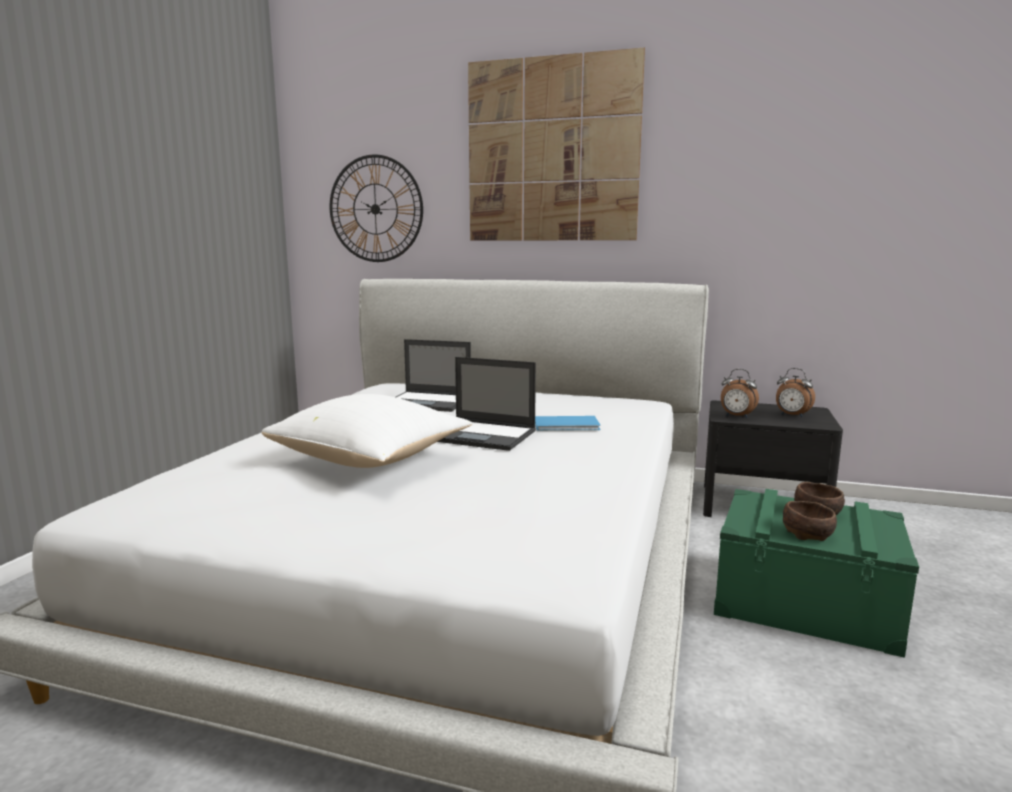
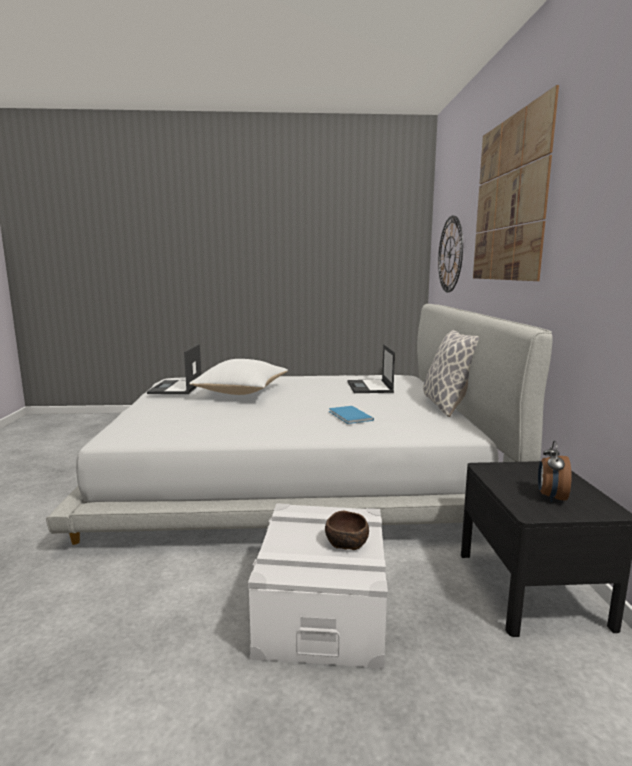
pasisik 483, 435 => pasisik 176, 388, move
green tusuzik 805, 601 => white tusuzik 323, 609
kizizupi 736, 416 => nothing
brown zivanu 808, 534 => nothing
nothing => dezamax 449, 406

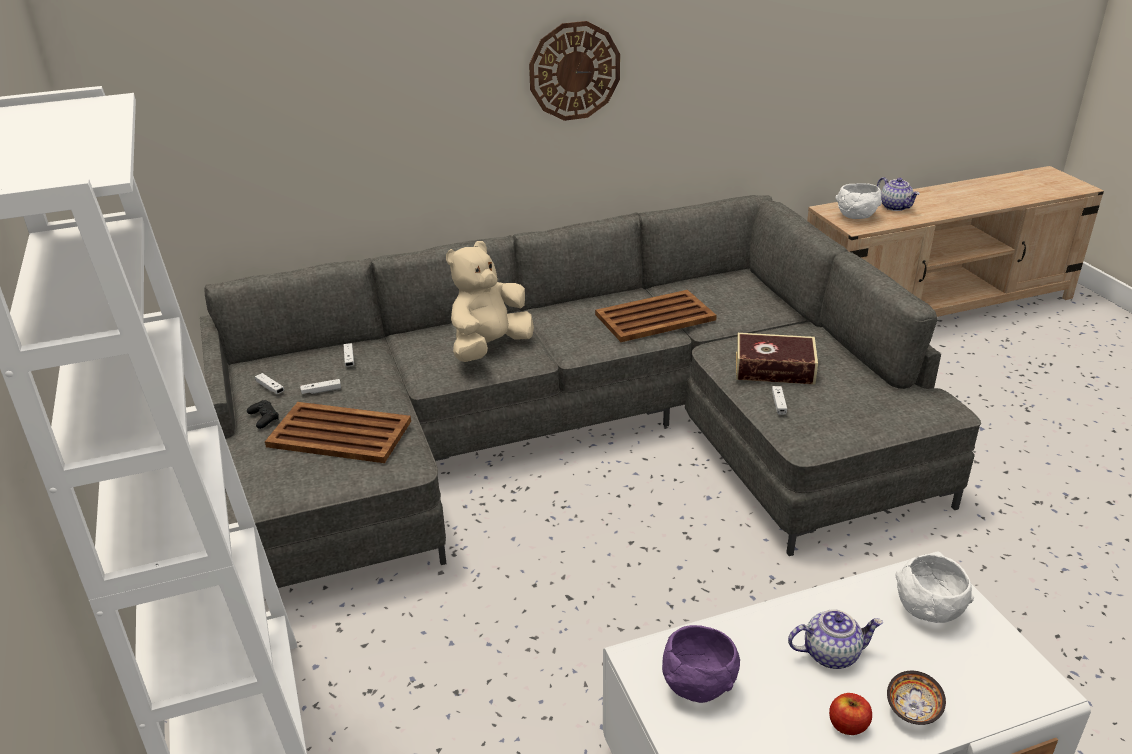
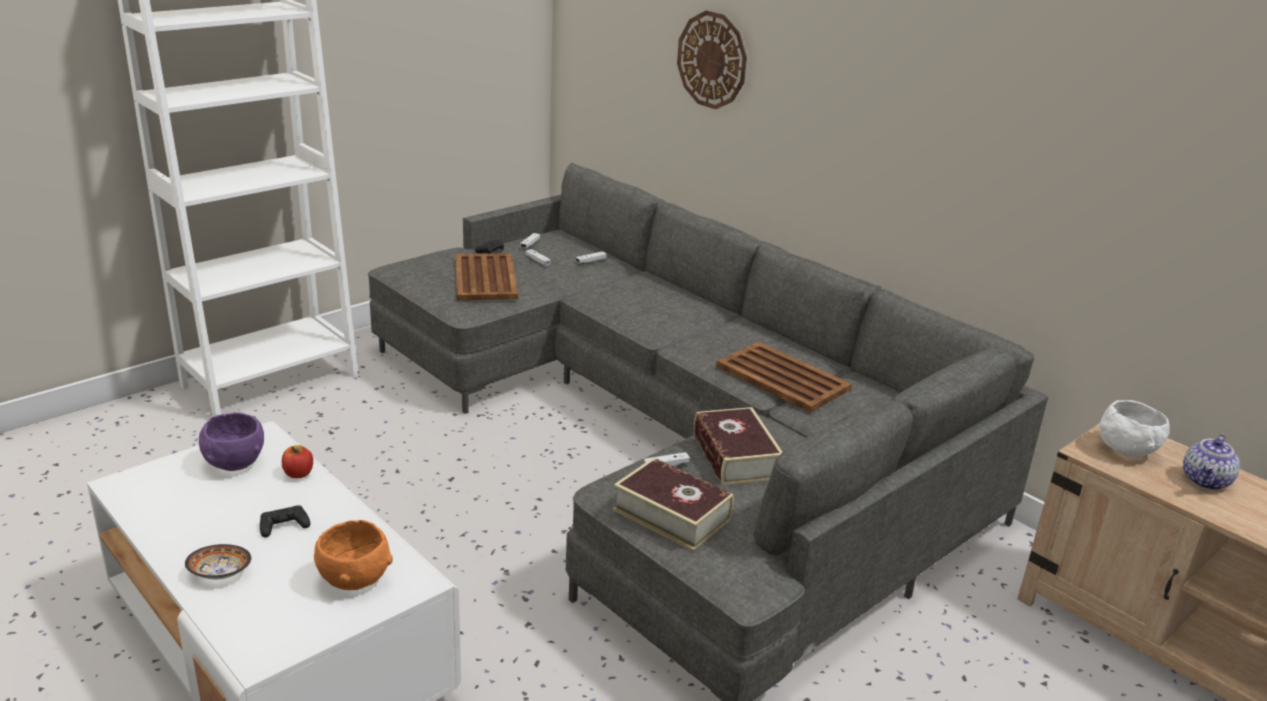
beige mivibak 489, 347 => nothing
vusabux 574, 71 => vusabux 712, 60, move
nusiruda 831, 653 => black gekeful 284, 526
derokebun 848, 725 => derokebun 298, 473, move
white zivanu 928, 611 => orange zivanu 354, 580
nothing => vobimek 672, 514

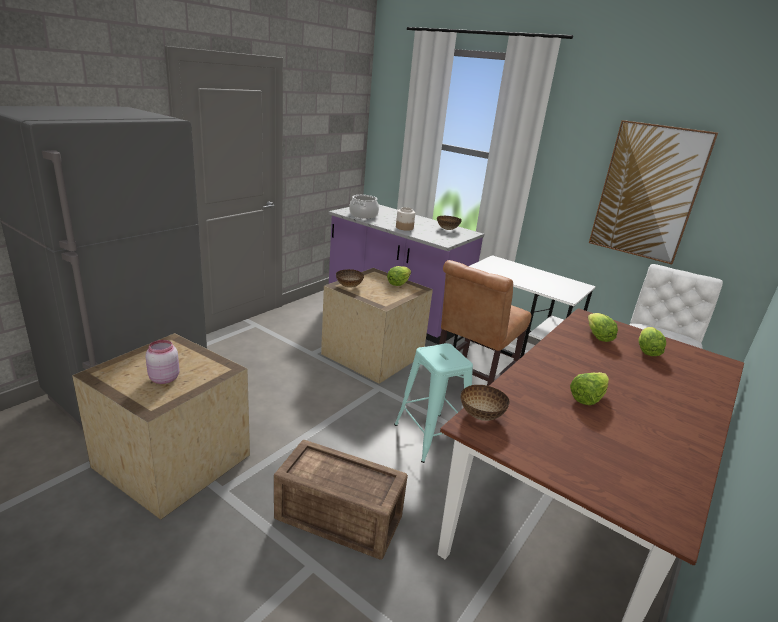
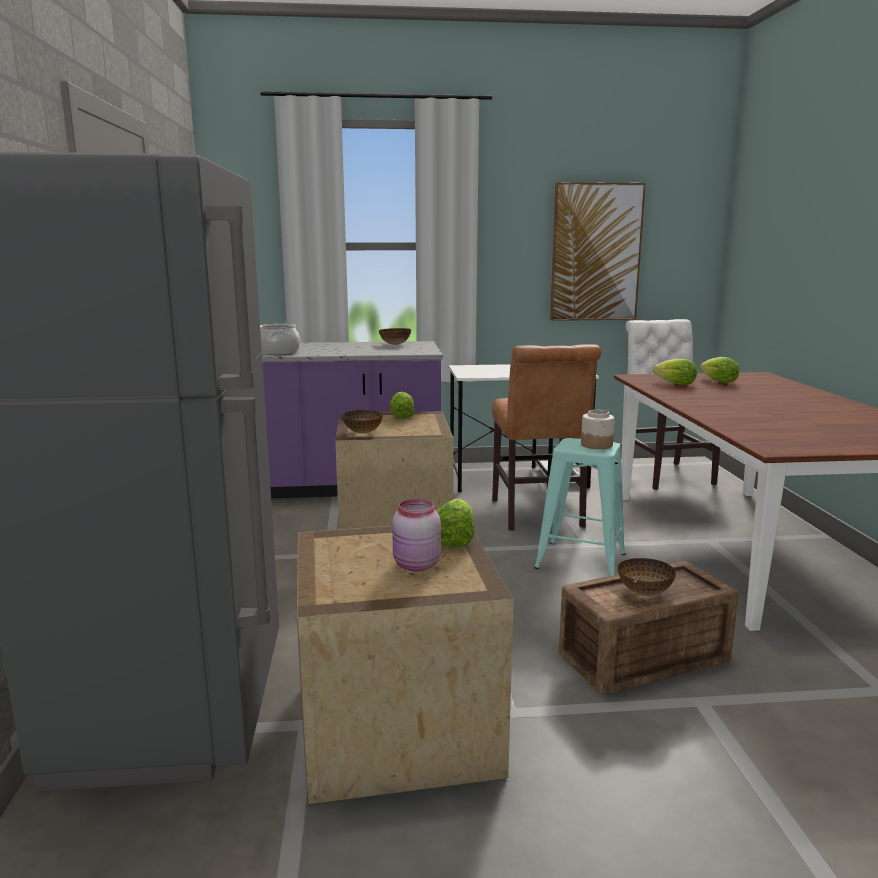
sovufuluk 404, 228 => sovufuluk 597, 445, move
zivanu 481, 415 => zivanu 644, 592, move
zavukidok 587, 398 => zavukidok 454, 539, move

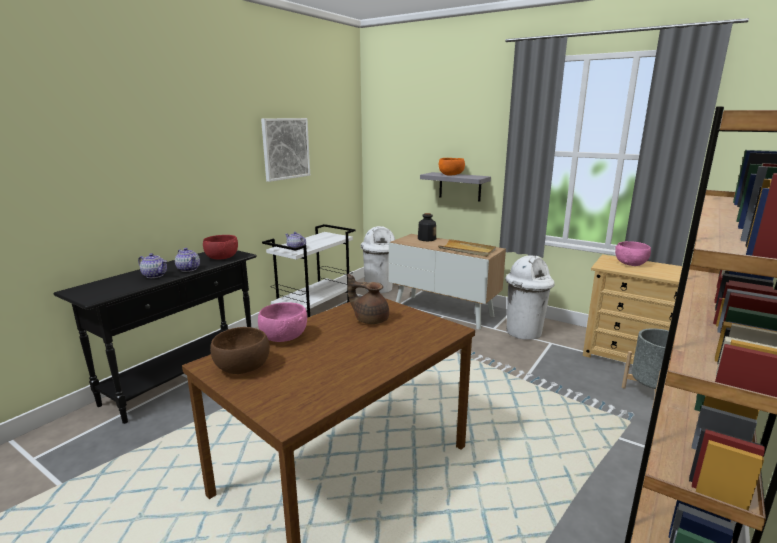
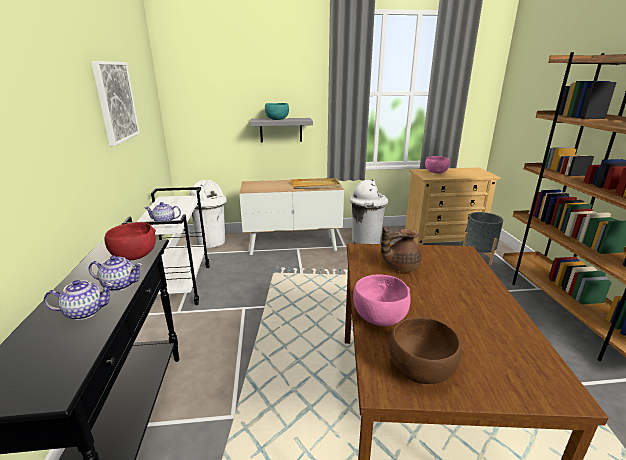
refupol 426, 239 => nothing
orange zivanu 451, 175 => turquoise zivanu 277, 119

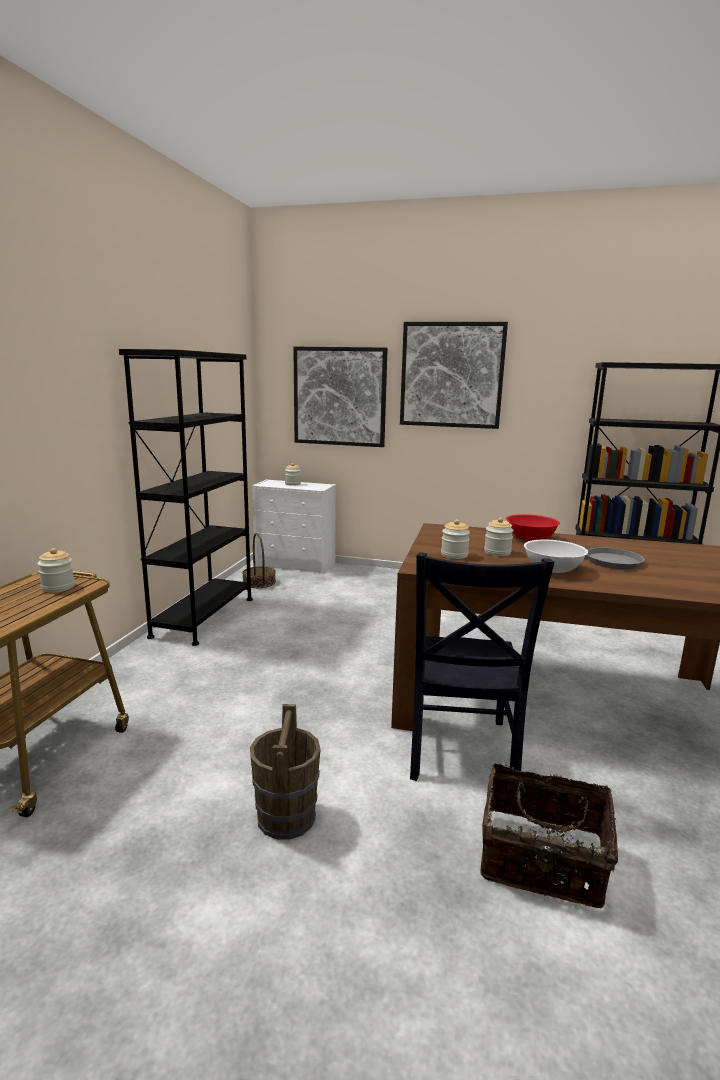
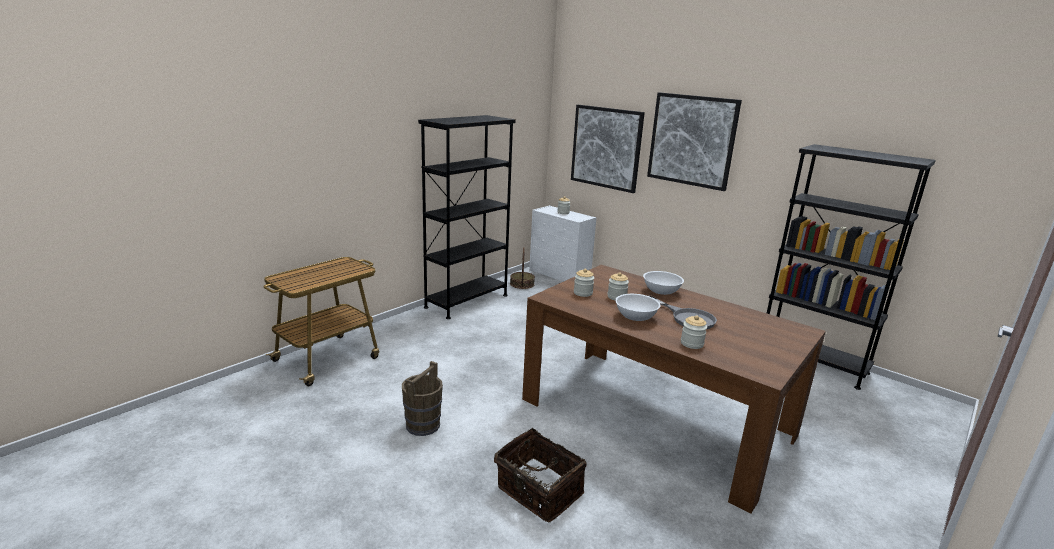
sovufuluk 58, 587 => sovufuluk 692, 344, move
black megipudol 459, 752 => nothing
red zivanu 530, 538 => white zivanu 661, 291

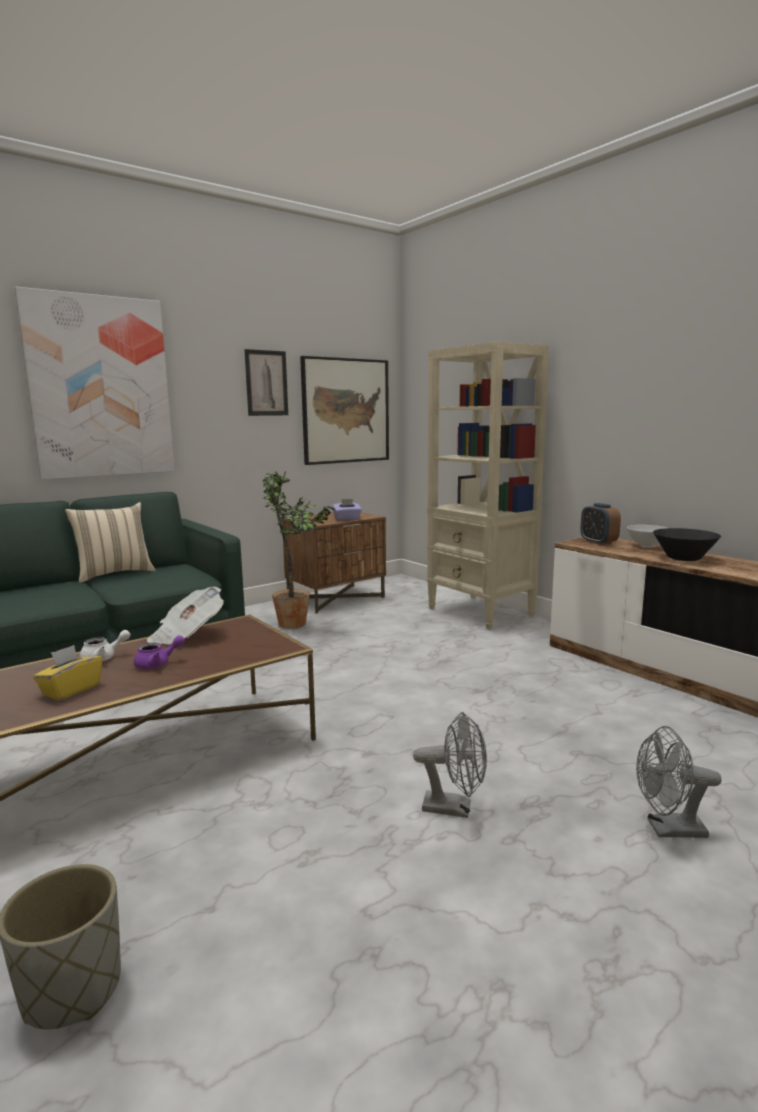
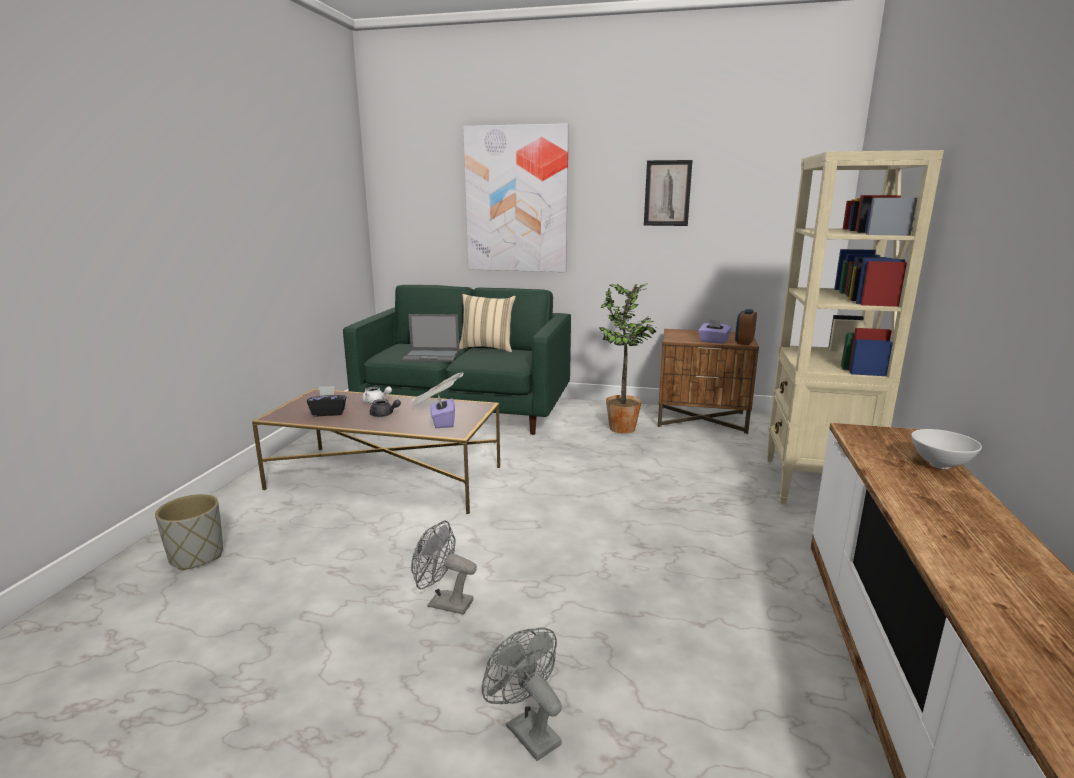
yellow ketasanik 71, 690 => black ketasanik 328, 413
purple nusiruda 157, 664 => grey nusiruda 384, 415
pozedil 346, 411 => nothing
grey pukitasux 455, 808 => grey pukitasux 443, 603, 135 degrees clockwise
kizizupi 598, 542 => kizizupi 744, 342, move
black zivanu 683, 558 => nothing
nothing => pasisik 432, 356
nothing => purple ketasanik 443, 423

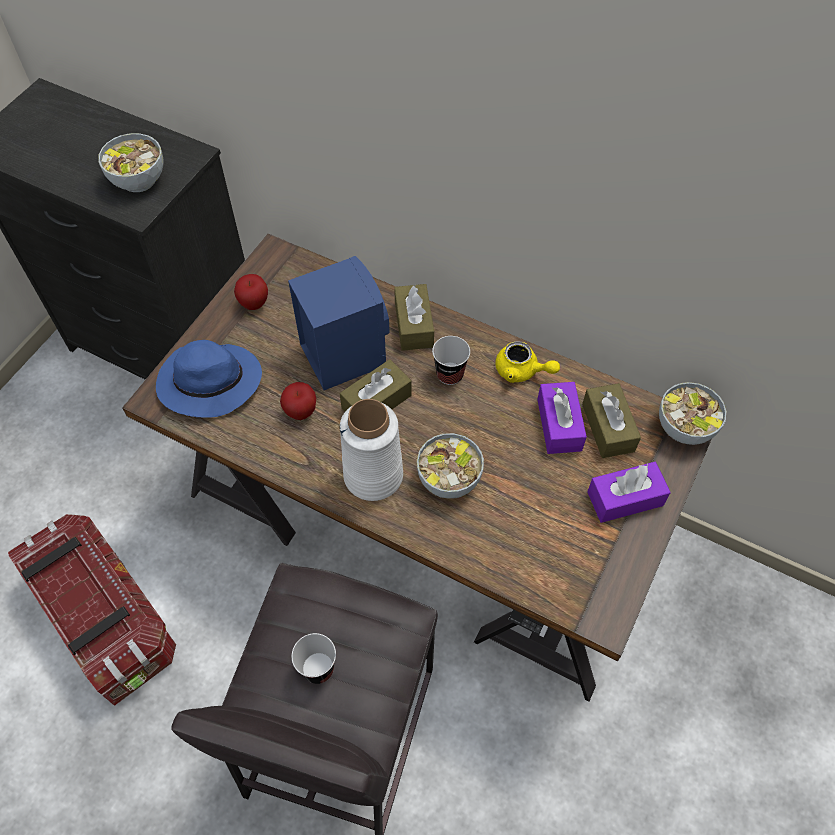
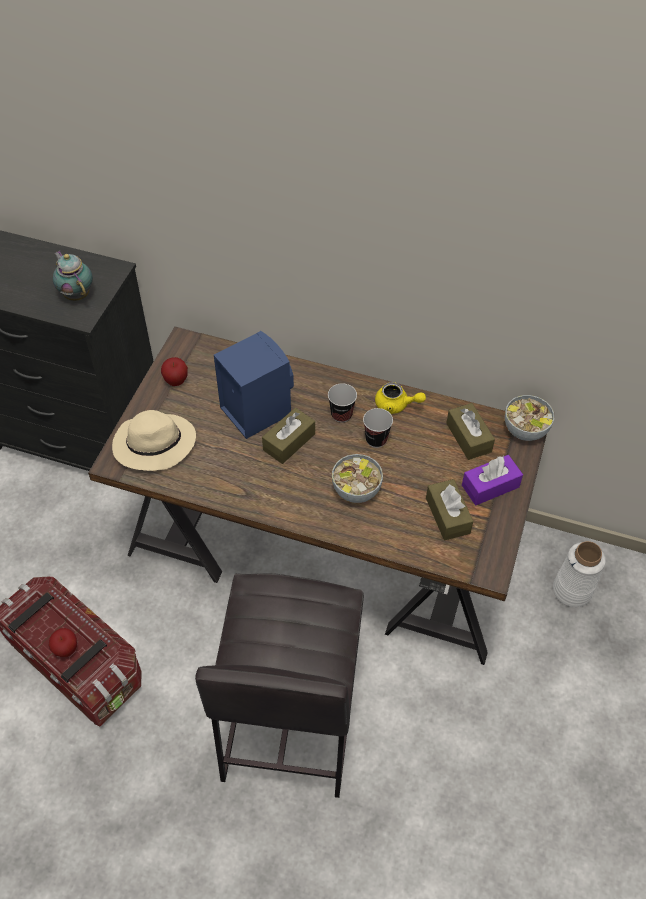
zivanu 138, 180 => nusiruda 77, 294
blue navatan 208, 383 => beige navatan 153, 445
derokebun 301, 412 => derokebun 66, 650, move
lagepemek 318, 668 => lagepemek 376, 439, move
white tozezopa 374, 475 => white tozezopa 572, 590, move
brown ketasanik 414, 325 => brown ketasanik 447, 515, move
purple ketasanik 559, 425 => nothing

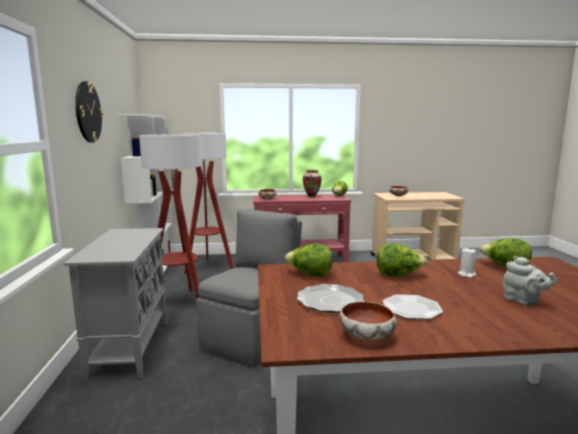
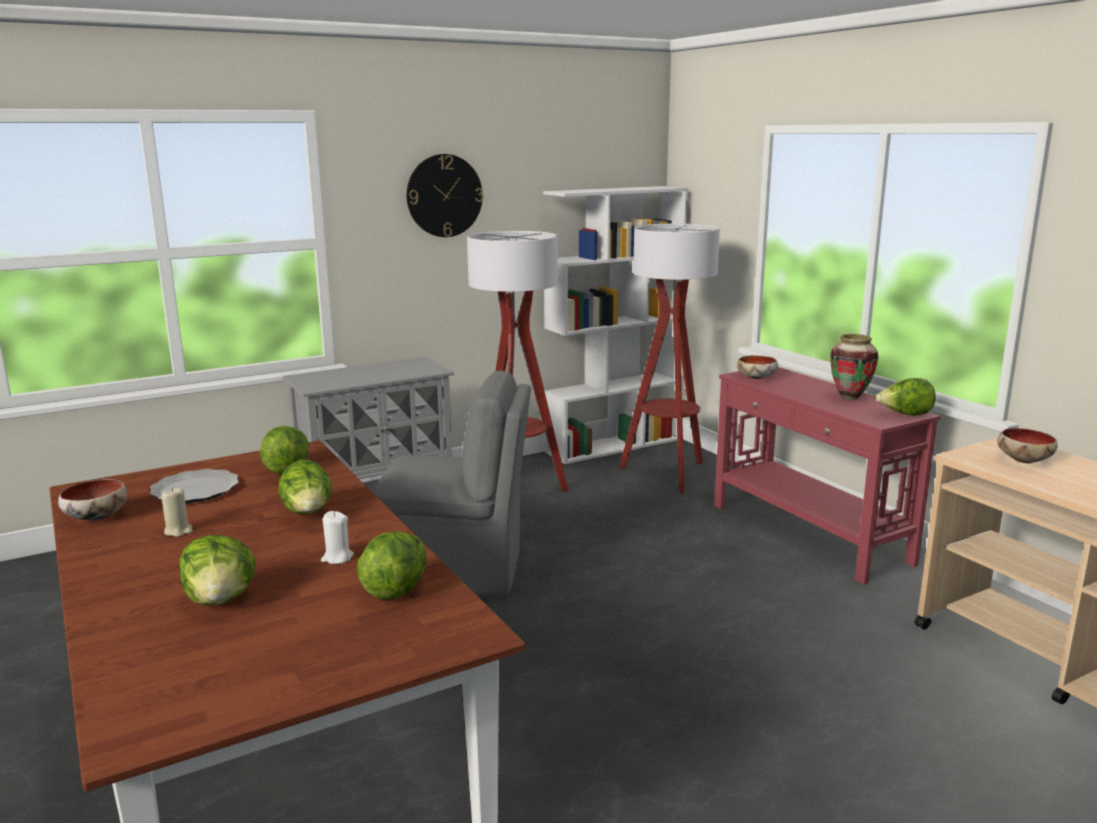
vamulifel 411, 308 => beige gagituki 178, 531
grey nusiruda 523, 301 => zavukidok 221, 600

